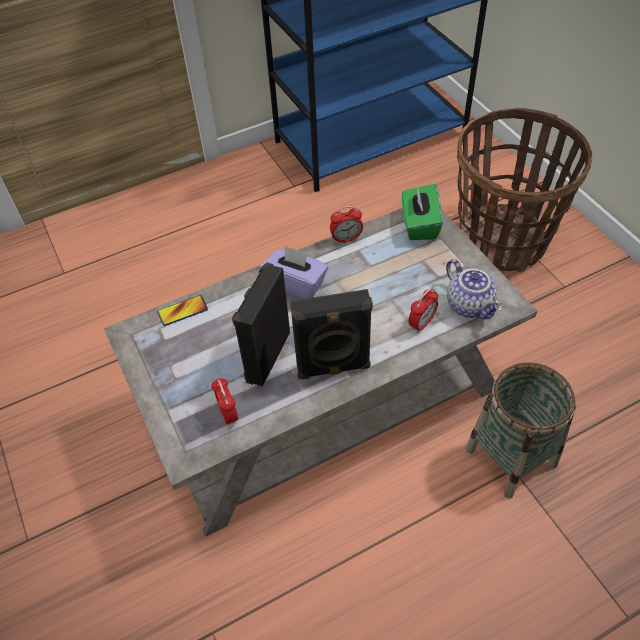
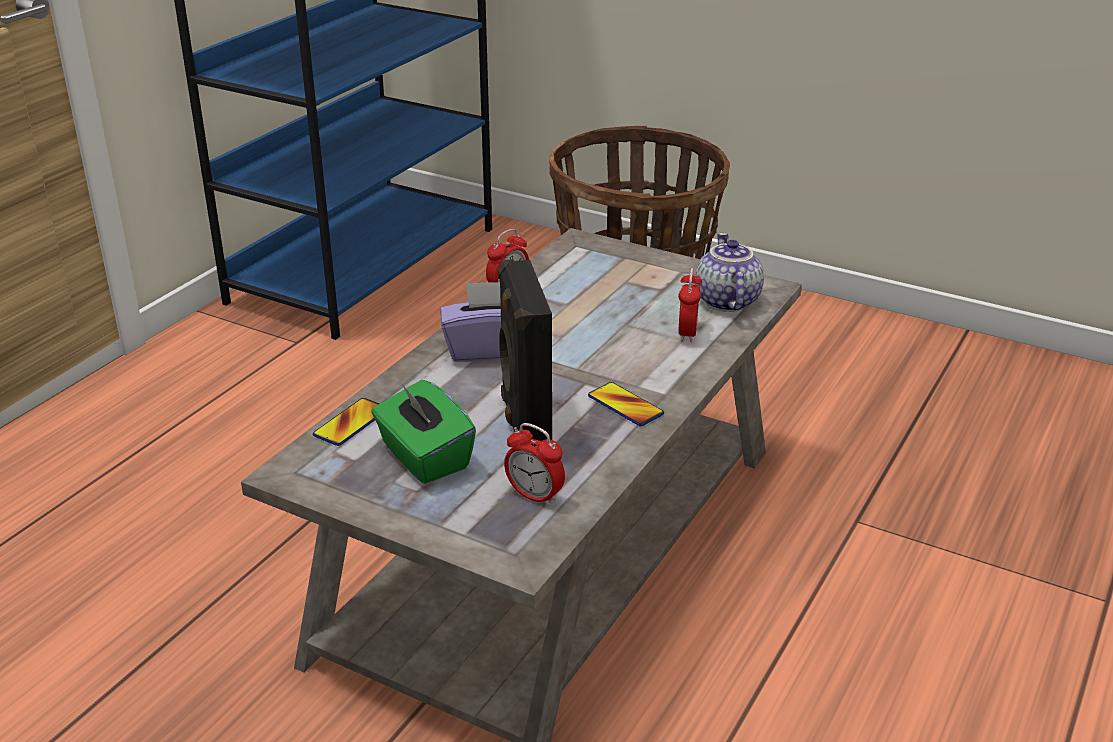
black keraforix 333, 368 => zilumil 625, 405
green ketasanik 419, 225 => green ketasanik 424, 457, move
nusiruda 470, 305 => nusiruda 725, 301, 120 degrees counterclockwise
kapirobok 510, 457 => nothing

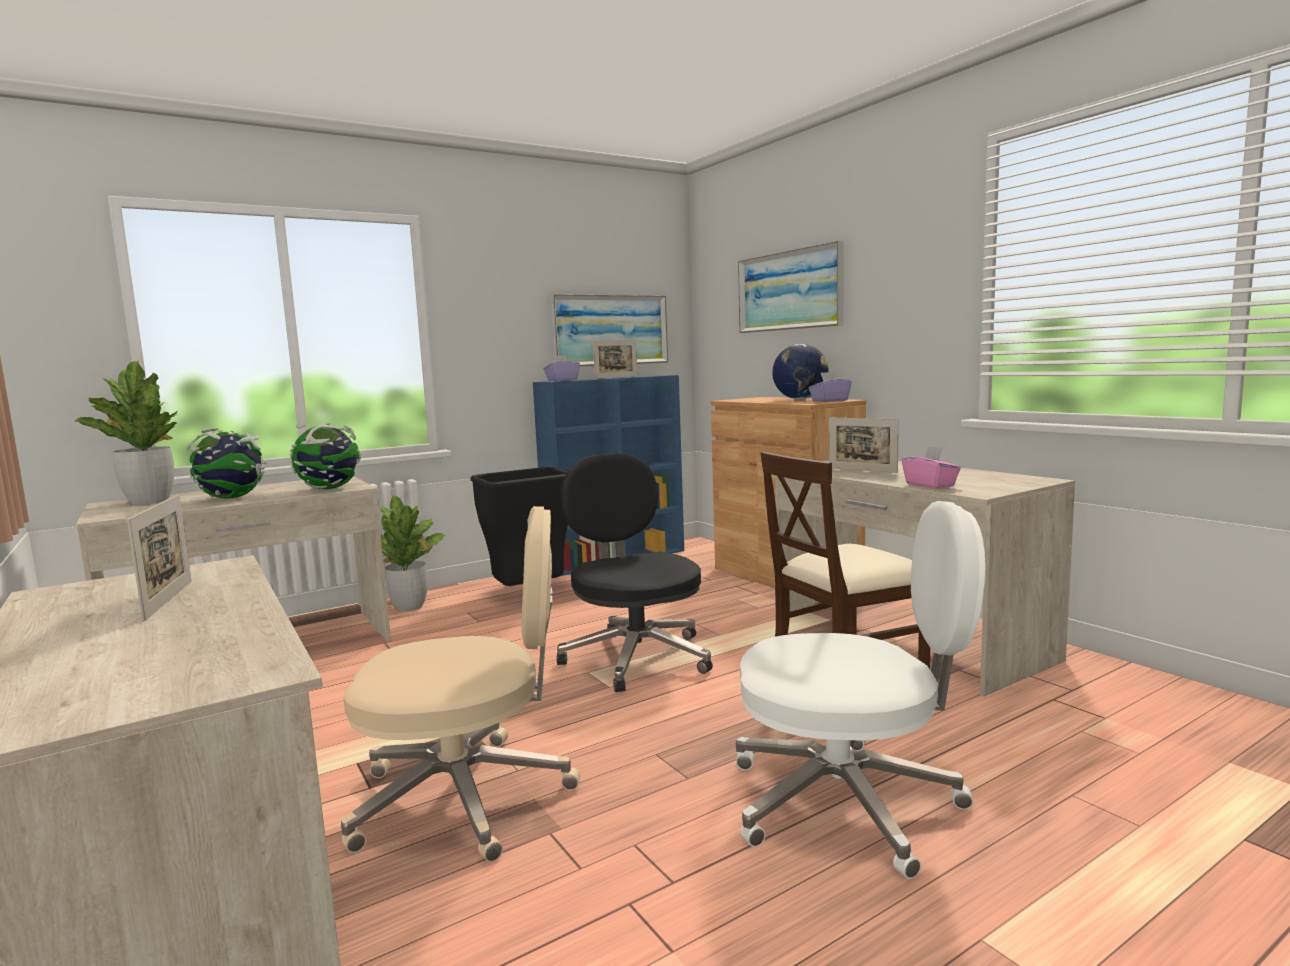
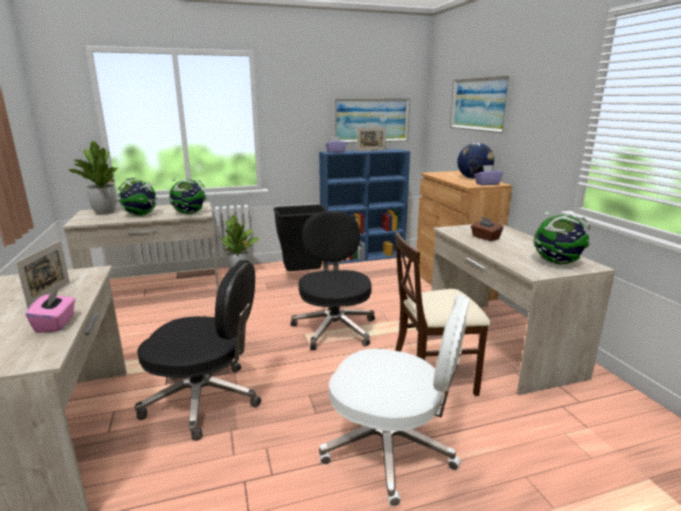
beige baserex 467, 797 => black baserex 205, 400
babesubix 862, 470 => brown ketasanik 485, 238
pink ketasanik 930, 485 => pink ketasanik 56, 324, move
nothing => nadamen 557, 263

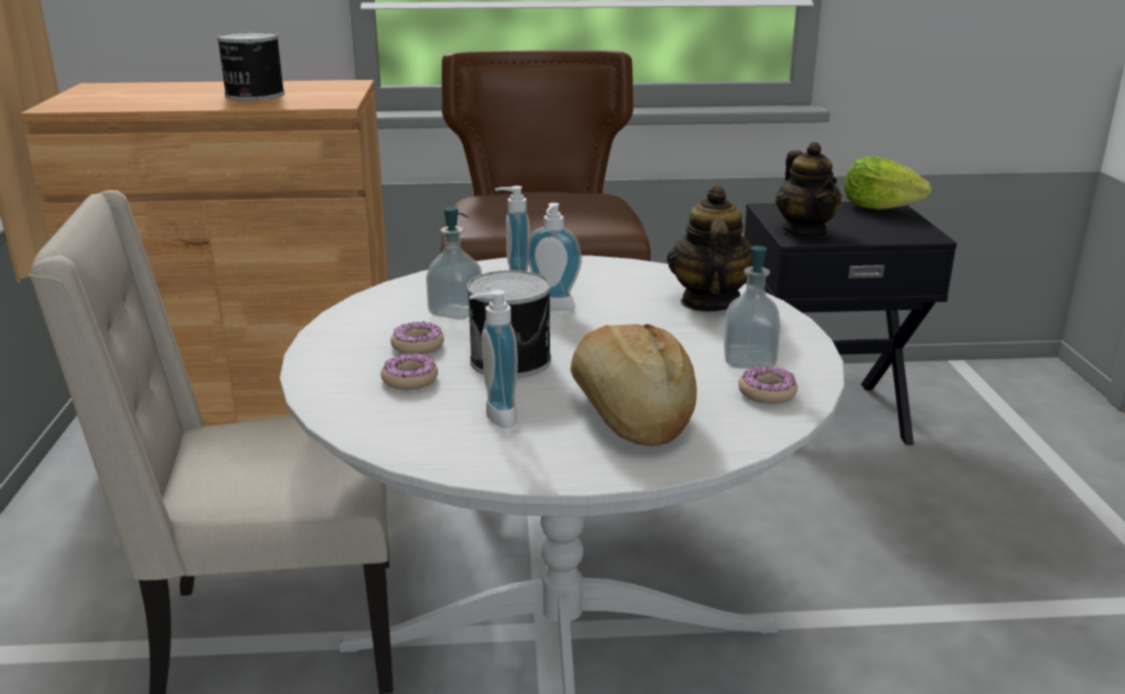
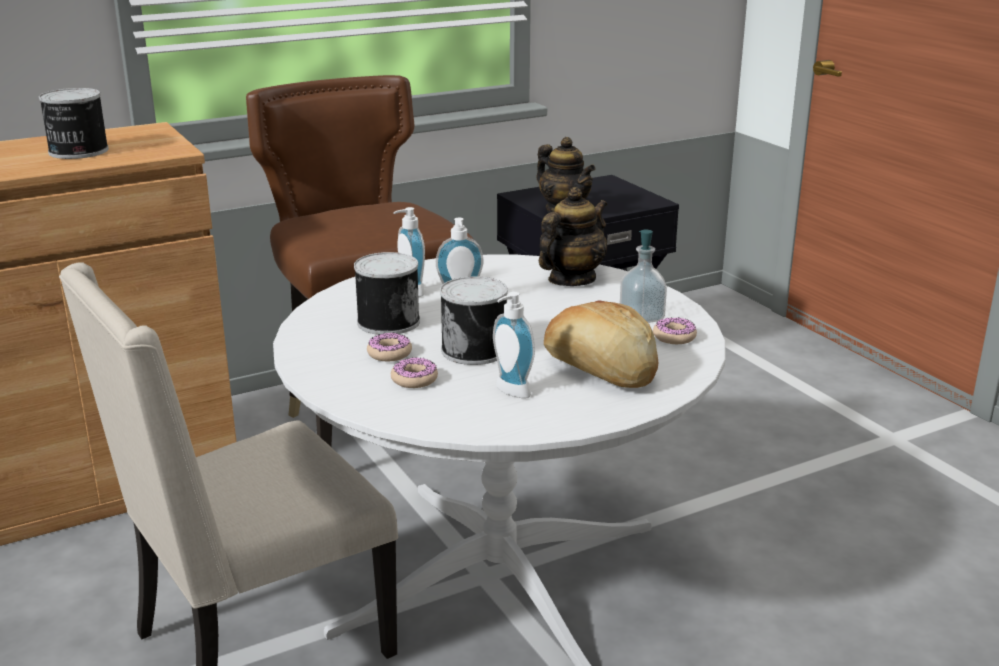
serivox 455, 312 => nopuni 387, 321
nusiruda 709, 302 => nusiruda 571, 279, 60 degrees clockwise
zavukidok 879, 208 => nothing

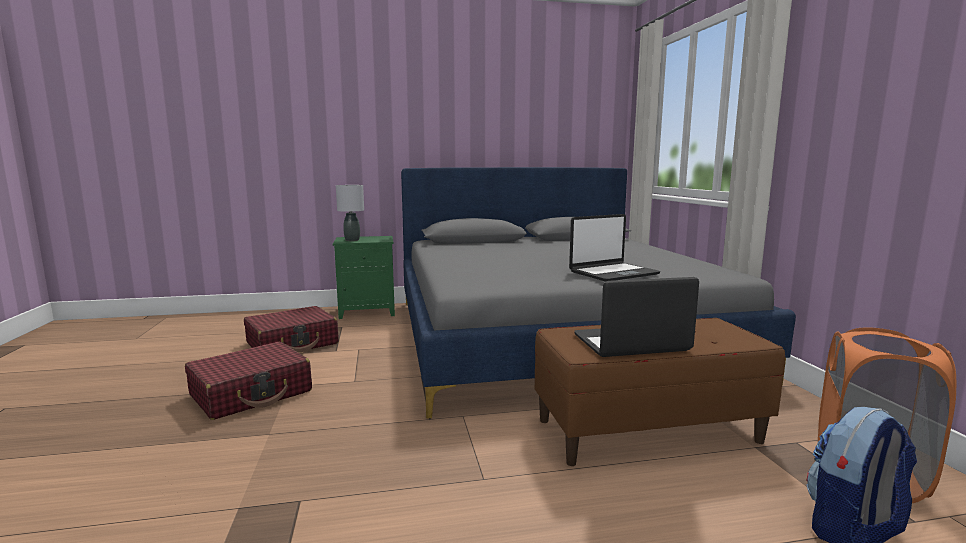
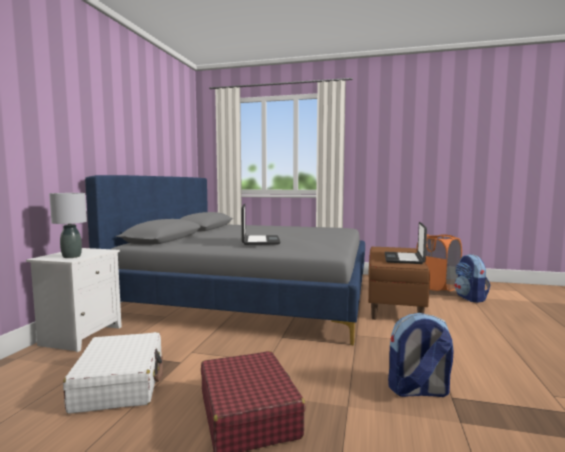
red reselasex 293, 343 => white reselasex 120, 383
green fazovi 368, 311 => white fazovi 81, 335
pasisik 613, 273 => pasisik 260, 241, move
nothing => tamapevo 418, 391

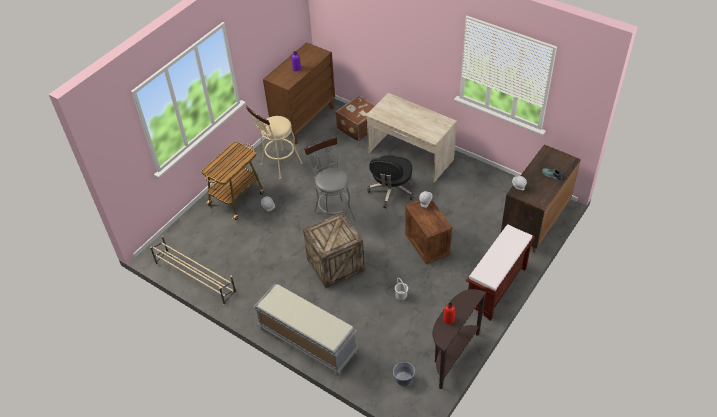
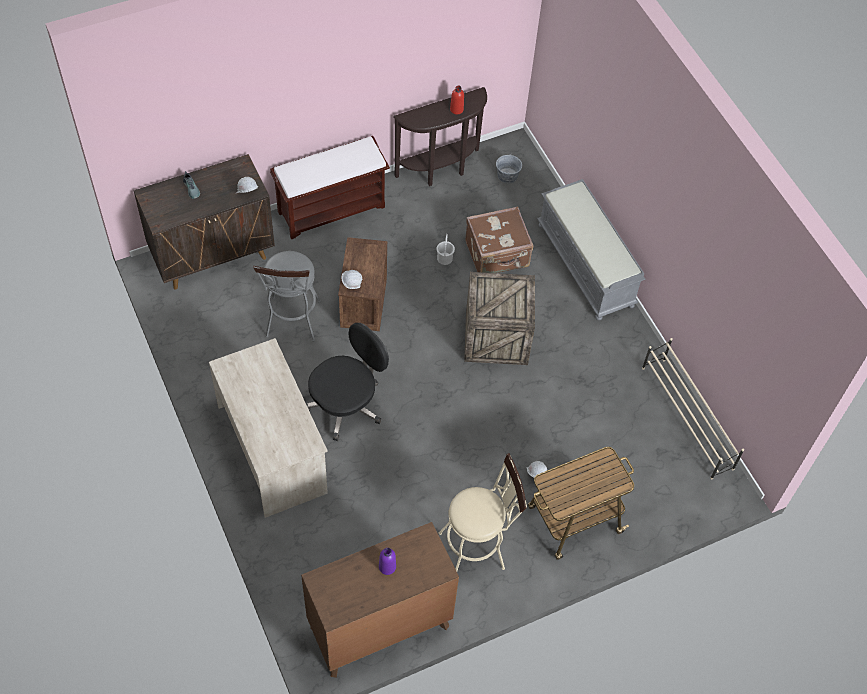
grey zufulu 333, 214 => grey zufulu 292, 323, move
brown reselasex 357, 127 => brown reselasex 497, 255, move

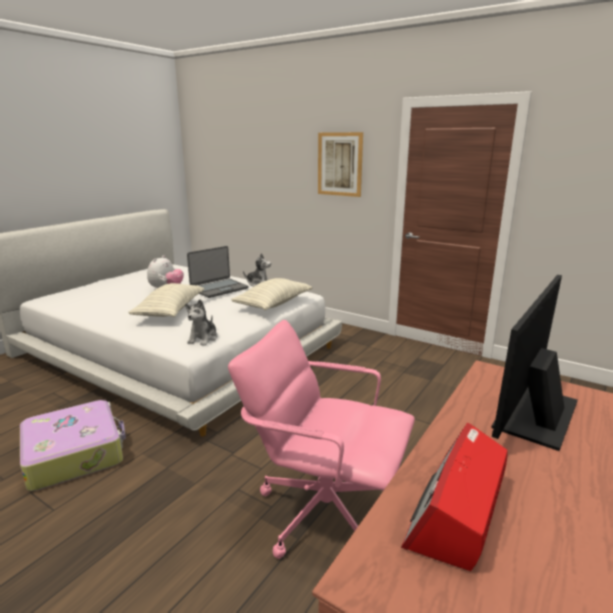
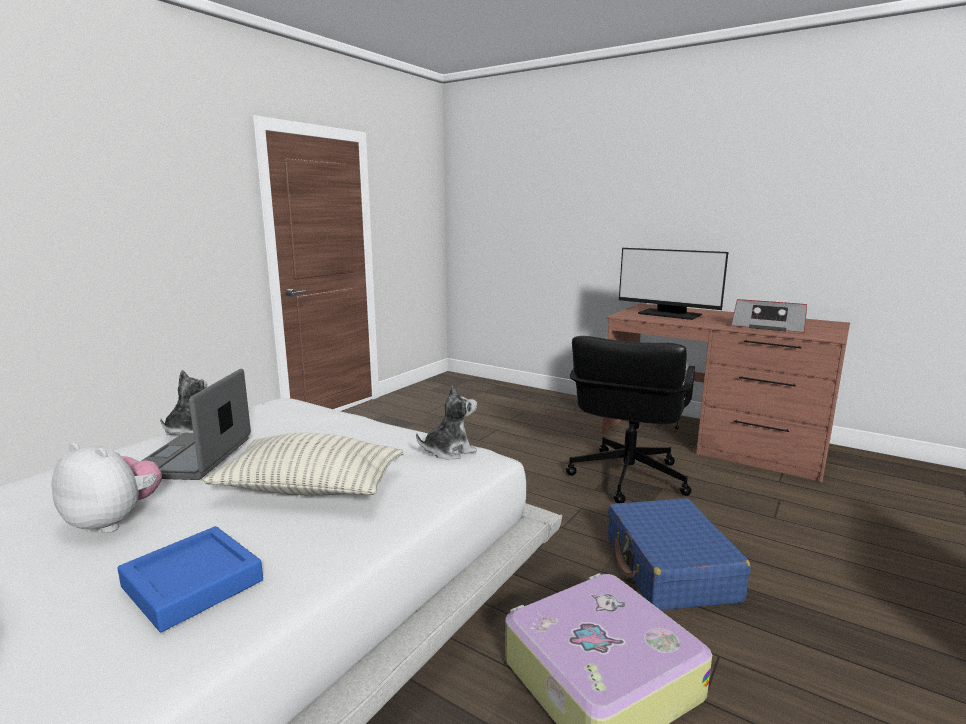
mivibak 203, 338 => mivibak 449, 451, 45 degrees counterclockwise
pasisik 219, 289 => pasisik 194, 457, 135 degrees counterclockwise
pink baserex 324, 511 => black baserex 626, 478
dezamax 273, 304 => nothing
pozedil 340, 164 => nothing
nothing => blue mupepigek 193, 584
nothing => blue reselasex 670, 569

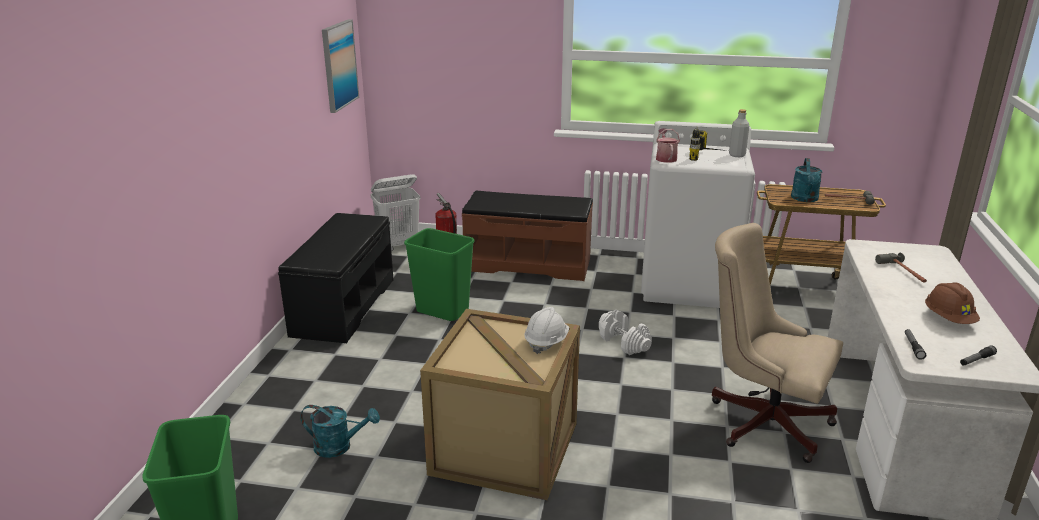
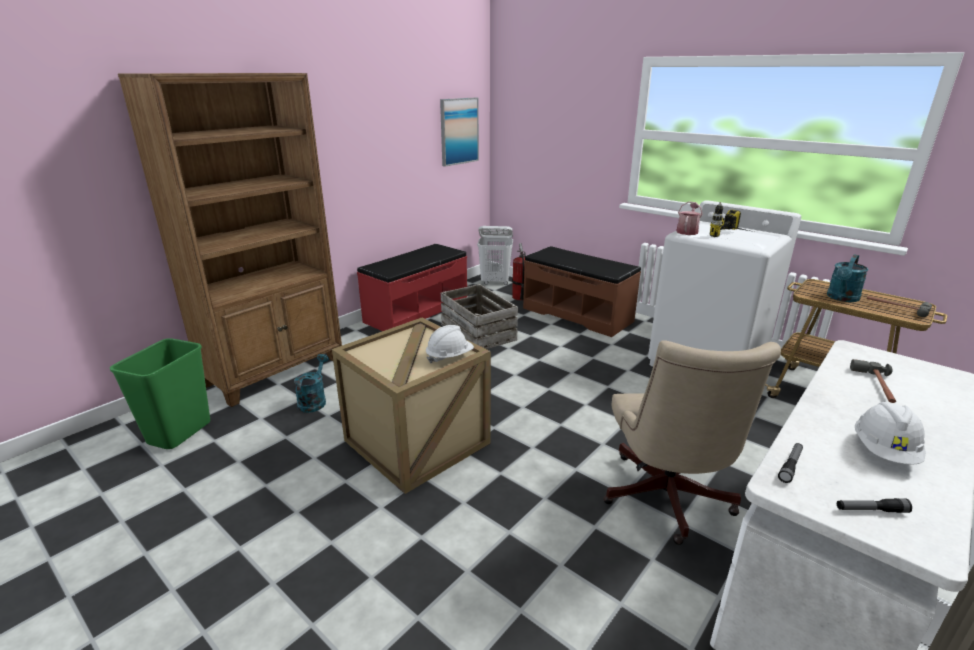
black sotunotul 343, 306 => red sotunotul 416, 312
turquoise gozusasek 339, 446 => turquoise gozusasek 314, 401, 120 degrees counterclockwise
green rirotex 443, 311 => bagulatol 478, 332
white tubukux 624, 343 => nothing
beige baserex 762, 420 => beige baserex 666, 501, 150 degrees counterclockwise
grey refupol 737, 155 => nothing
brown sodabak 948, 319 => white sodabak 884, 451
nothing => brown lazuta 276, 371

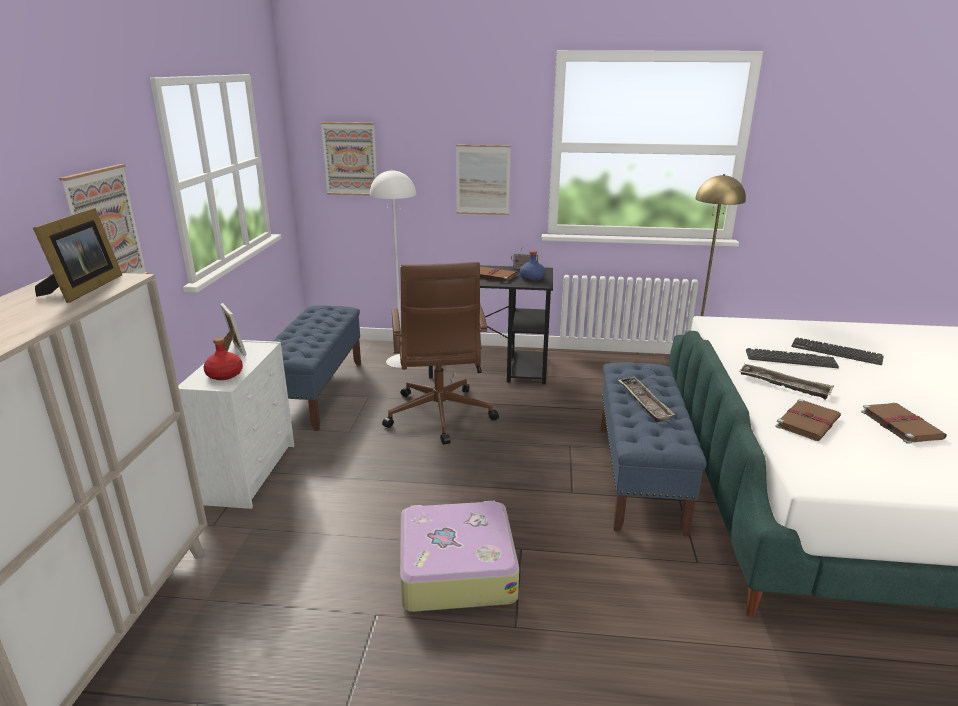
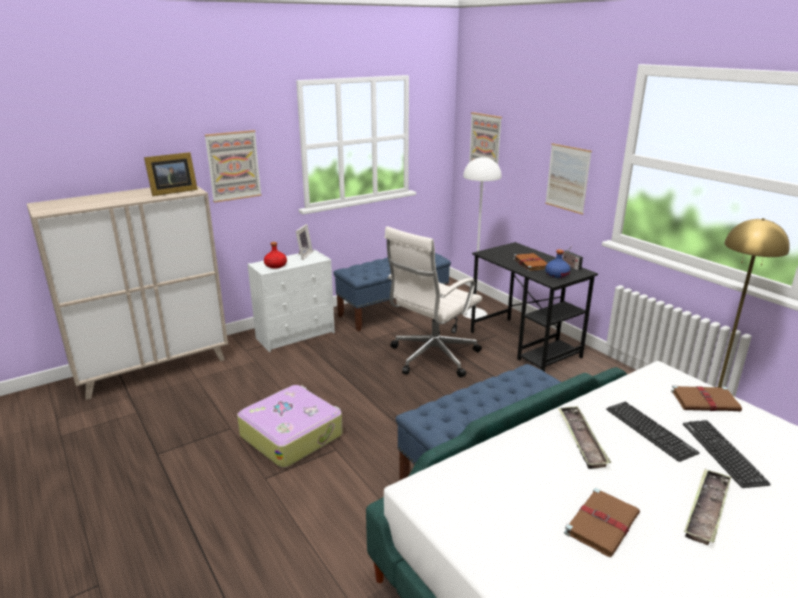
brown baserex 439, 416 => white baserex 432, 357
mupepigek 644, 402 => mupepigek 706, 510, move
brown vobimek 808, 422 => brown vobimek 706, 401, move

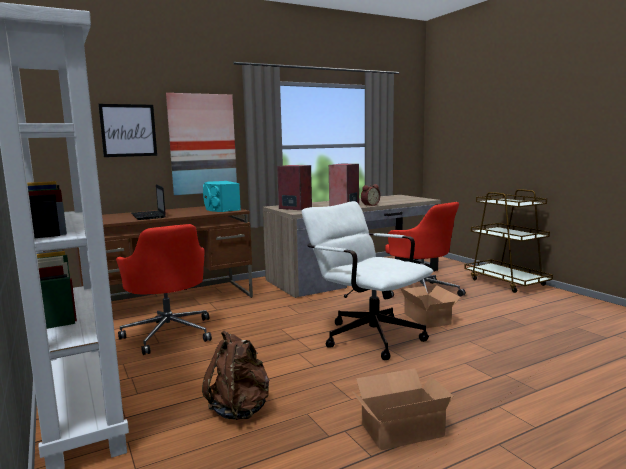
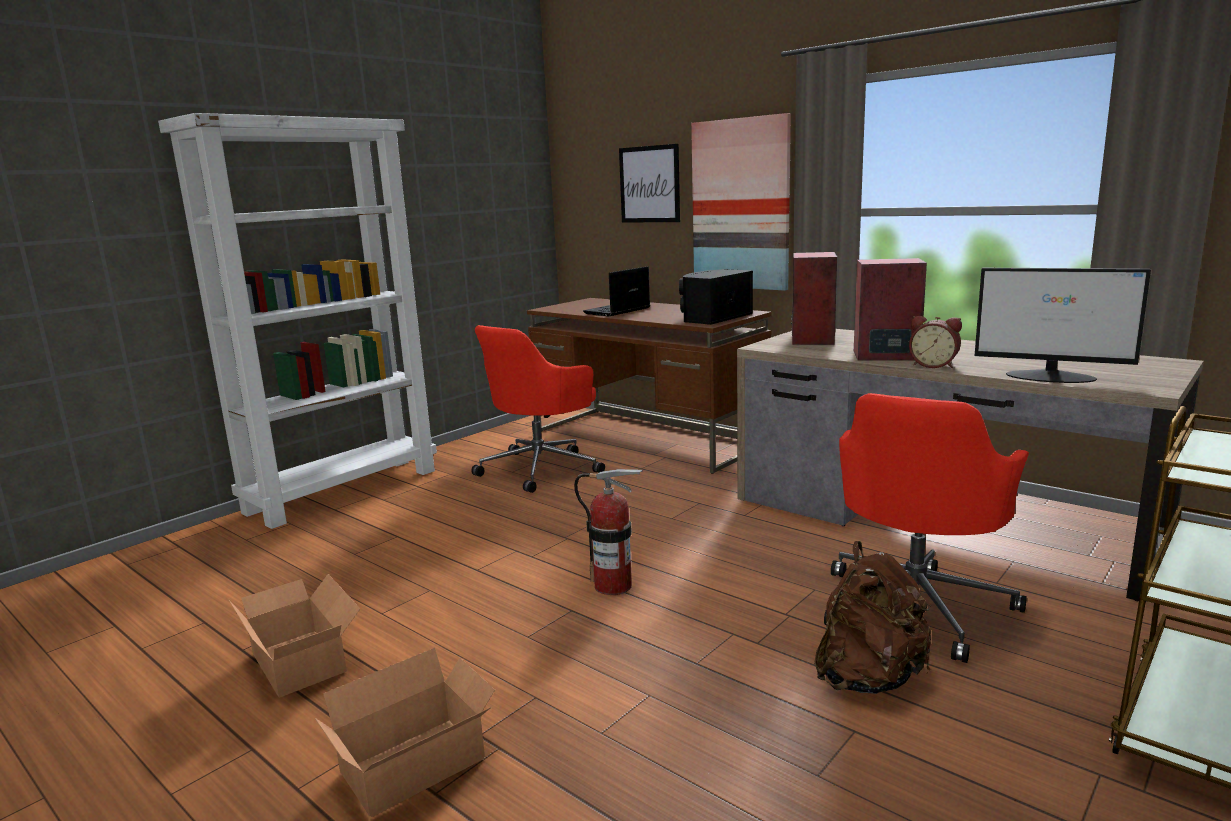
brown tamapevo 240, 409 => brown tamapevo 868, 678, move
turquoise keraforix 221, 209 => black keraforix 713, 317
white baserex 366, 335 => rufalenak 613, 586
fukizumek 428, 318 => fukizumek 418, 766, move
nothing => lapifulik 1051, 377

